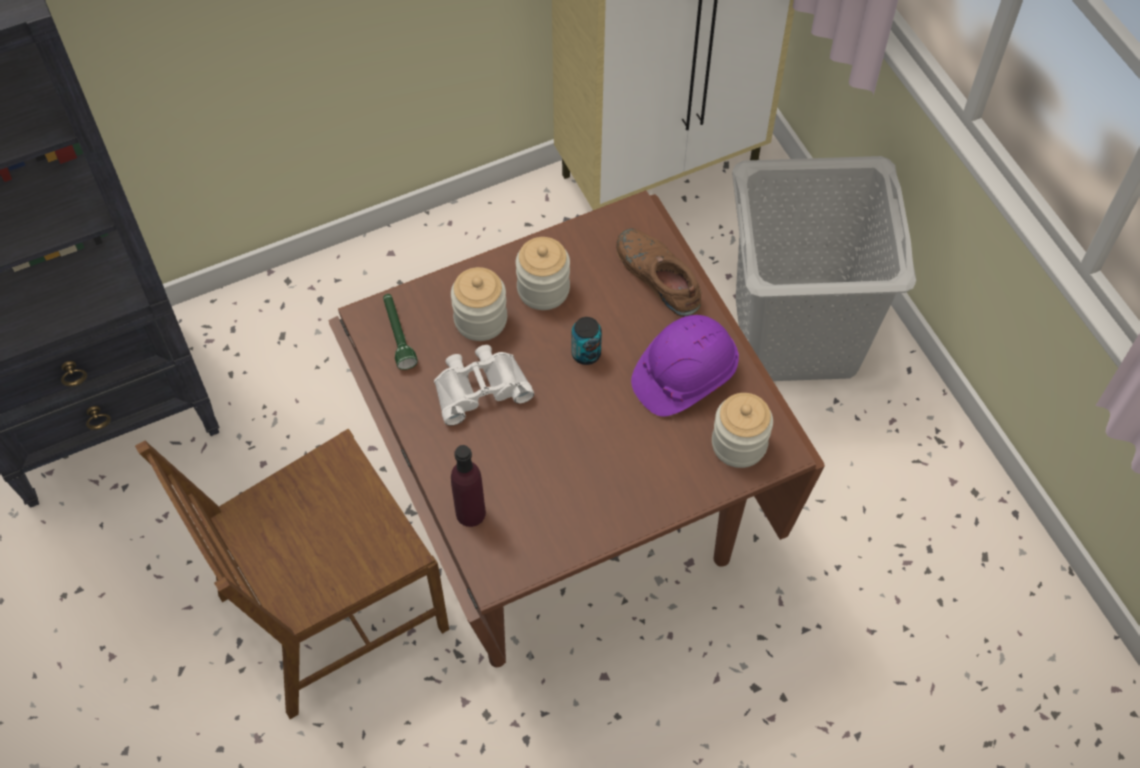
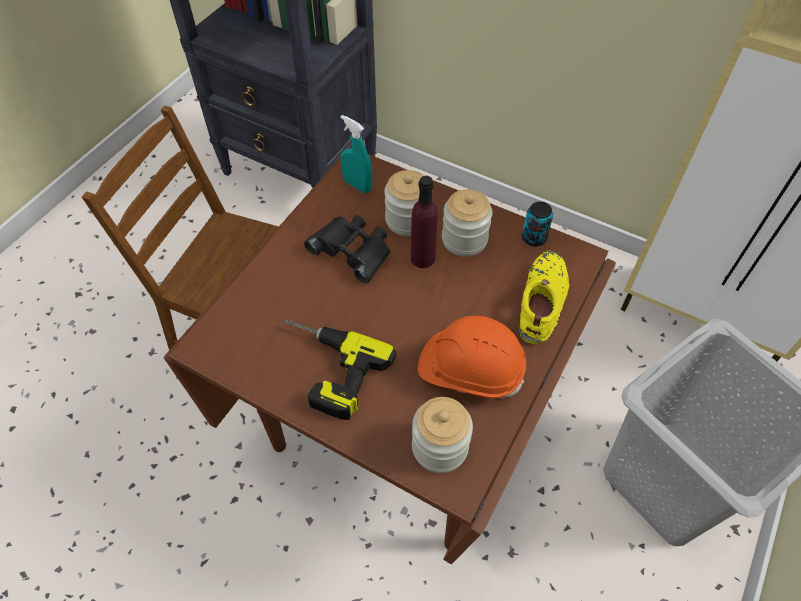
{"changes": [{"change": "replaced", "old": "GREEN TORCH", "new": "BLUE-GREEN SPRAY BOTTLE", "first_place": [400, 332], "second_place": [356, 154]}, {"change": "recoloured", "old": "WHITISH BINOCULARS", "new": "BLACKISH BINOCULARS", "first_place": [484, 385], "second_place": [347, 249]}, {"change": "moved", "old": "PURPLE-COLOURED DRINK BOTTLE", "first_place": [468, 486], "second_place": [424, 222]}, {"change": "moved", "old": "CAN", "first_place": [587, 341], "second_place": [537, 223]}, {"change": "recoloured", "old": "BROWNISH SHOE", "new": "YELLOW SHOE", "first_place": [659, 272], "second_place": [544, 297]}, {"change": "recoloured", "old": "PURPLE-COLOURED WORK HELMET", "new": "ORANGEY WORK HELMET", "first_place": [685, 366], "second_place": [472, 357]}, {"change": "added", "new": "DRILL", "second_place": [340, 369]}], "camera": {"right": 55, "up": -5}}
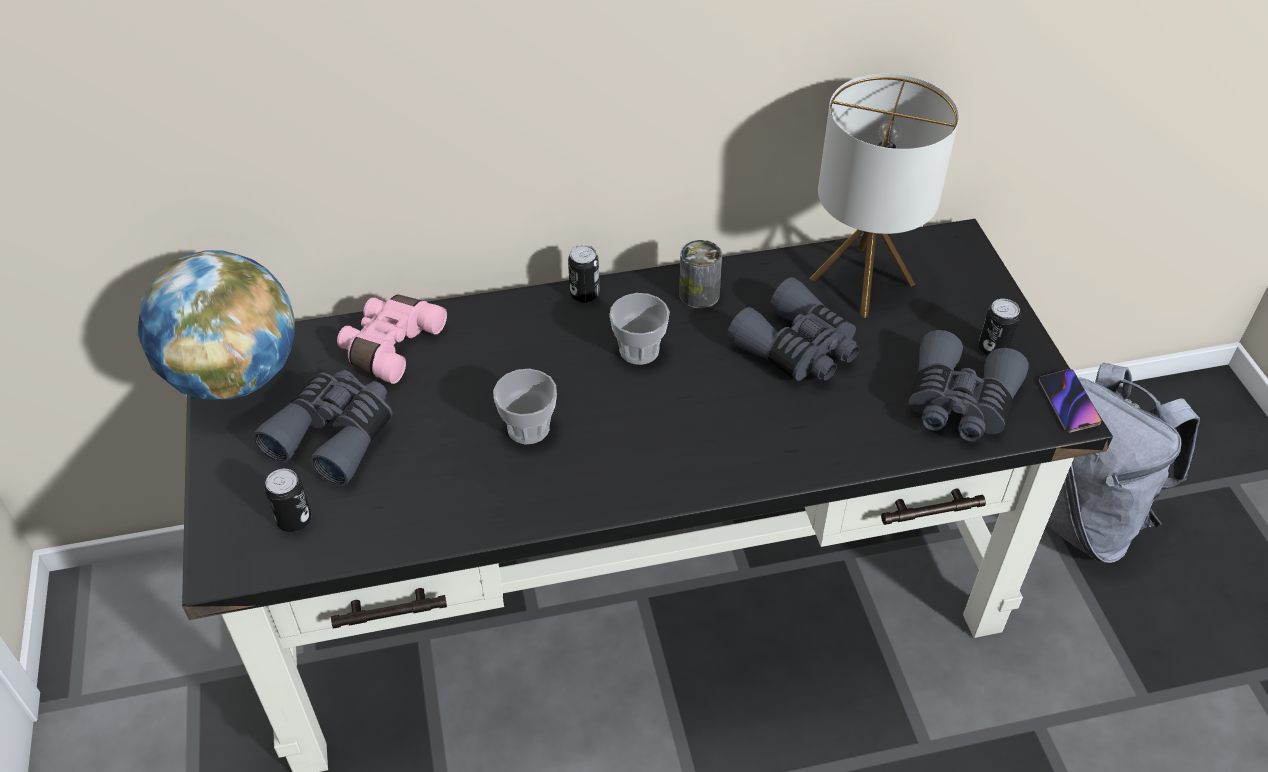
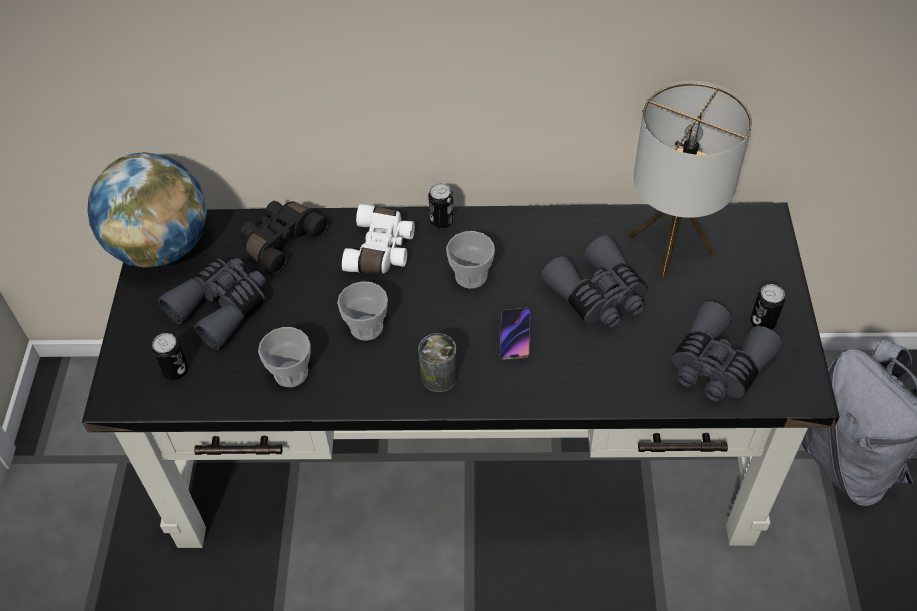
{"changes": [{"change": "recoloured", "old": "PINK-COLOURED BINOCULARS", "new": "BLACKISH BINOCULARS", "first_place": [392, 339], "second_place": [284, 237]}, {"change": "moved", "old": "CAN", "first_place": [700, 274], "second_place": [438, 362]}, {"change": "moved", "old": "PHONE", "first_place": [1070, 401], "second_place": [515, 334]}, {"change": "added", "new": "SMALL CUP", "second_place": [284, 357]}, {"change": "added", "new": "WHITISH BINOCULARS", "second_place": [378, 239]}], "camera": {"right": 15, "up": 5}}
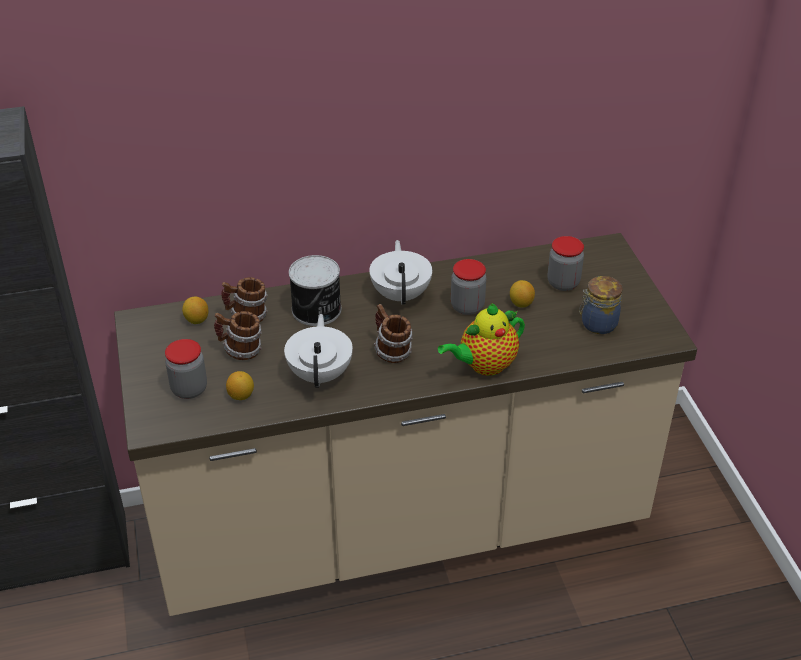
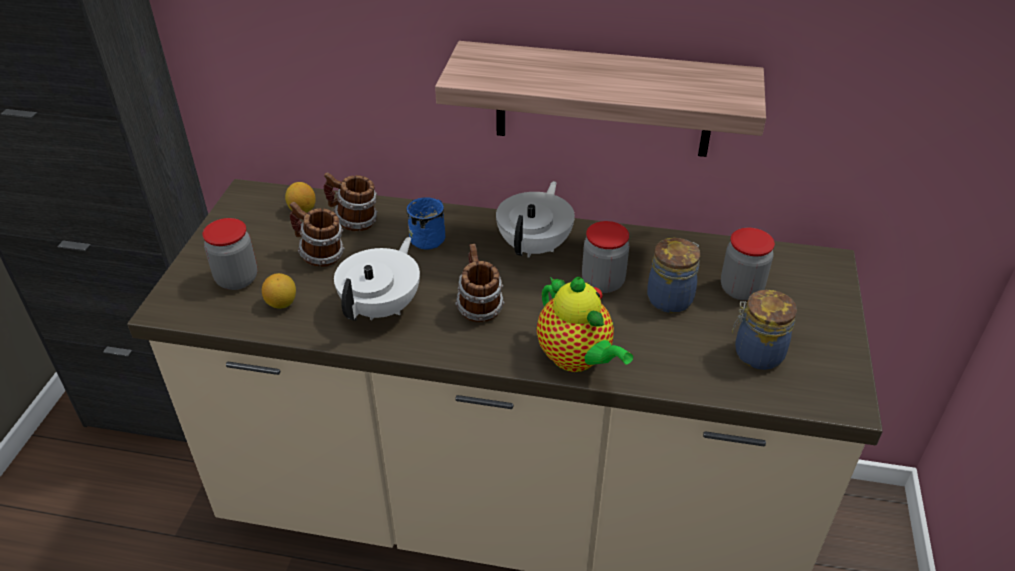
{"changes": [{"change": "replaced", "old": "CAN", "new": "BLUE-COLOURED COFFEE MUG", "first_place": [315, 290], "second_place": [425, 223]}, {"change": "turned", "old": "TEAPOT", "first_place": [481, 339], "second_place": [585, 324], "degrees": -120}, {"change": "replaced", "old": "LEMON", "new": "JAR", "first_place": [522, 294], "second_place": [673, 275]}, {"change": "added", "new": "WALL SHELF", "second_place": [600, 99]}], "camera": {"right": 25, "up": 0}}
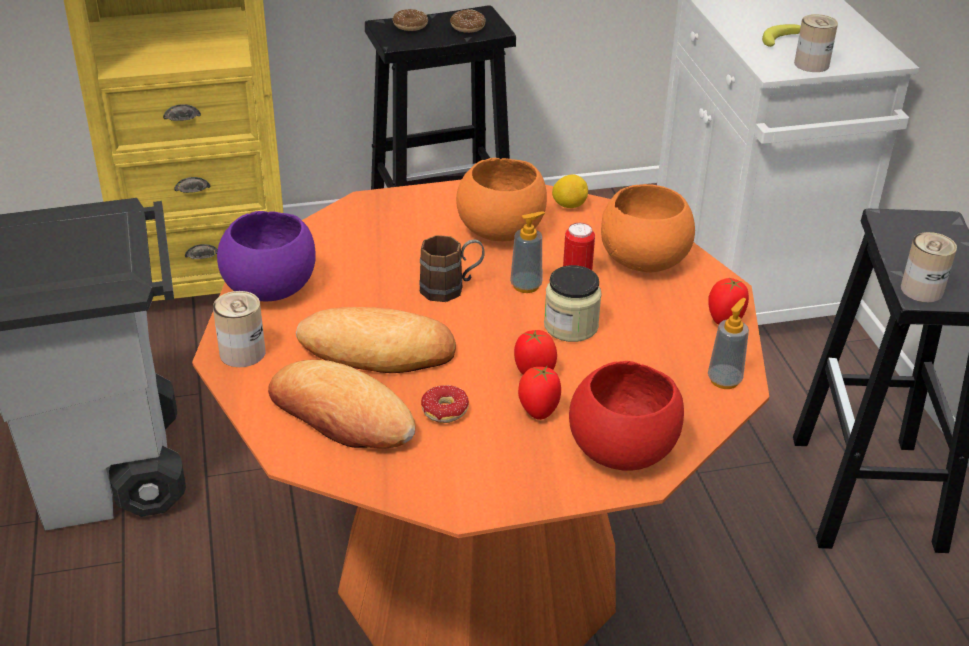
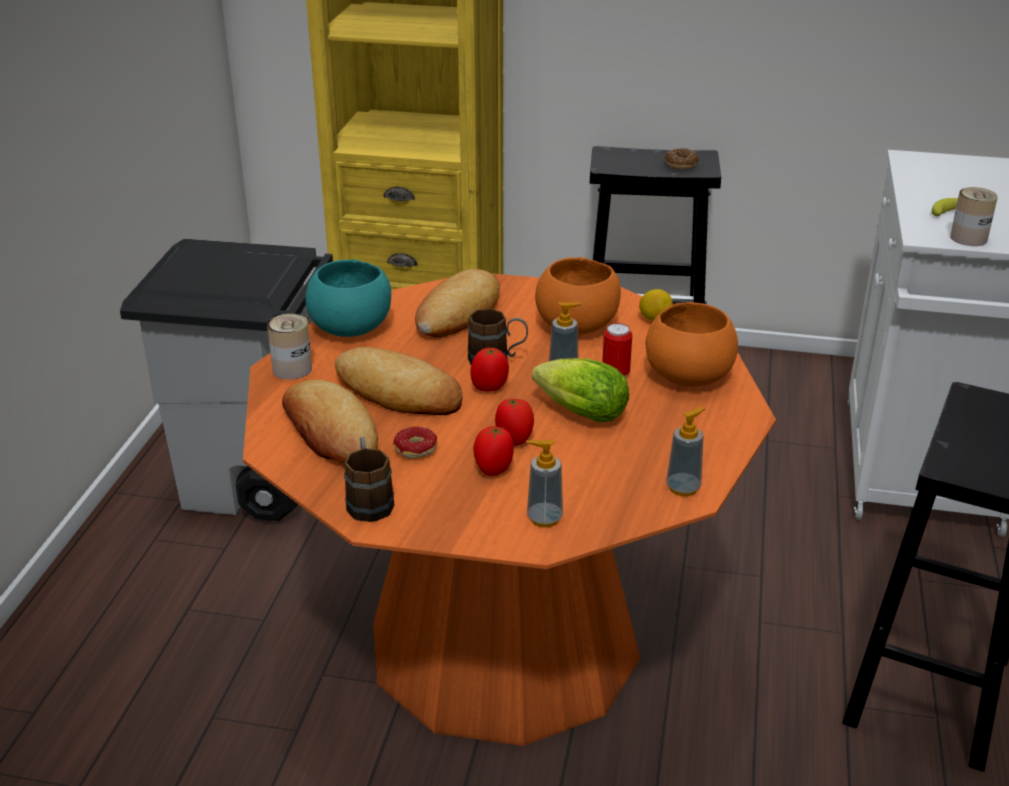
{"changes": [{"change": "recoloured", "old": "PURPLE-COLOURED BOWL", "new": "BLUE-GREEN BOWL", "first_place": [266, 256], "second_place": [348, 298]}, {"change": "removed", "old": "RING DOUGHNUT", "first_place": [410, 20]}, {"change": "replaced", "old": "JAR", "new": "HEAD OF LETTUCE", "first_place": [573, 303], "second_place": [580, 390]}, {"change": "replaced", "old": "REDDISH BOWL", "new": "SOAP BOTTLE", "first_place": [626, 416], "second_place": [545, 483]}, {"change": "moved", "old": "WHOLE TOMATO", "first_place": [728, 301], "second_place": [489, 370]}, {"change": "removed", "old": "CAN", "first_place": [929, 267]}, {"change": "added", "new": "BROWNISH COFFEE MUG", "second_place": [369, 479]}, {"change": "added", "new": "BAKERY BREAD", "second_place": [457, 303]}], "camera": {"right": 25, "up": -5}}
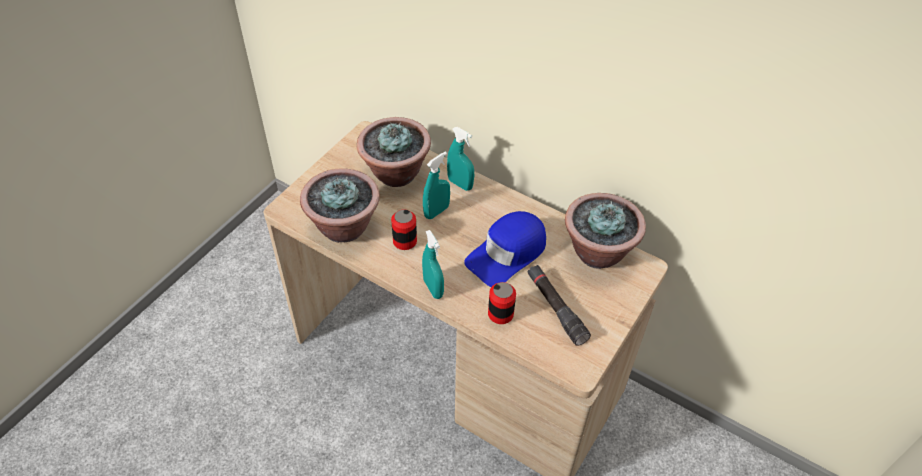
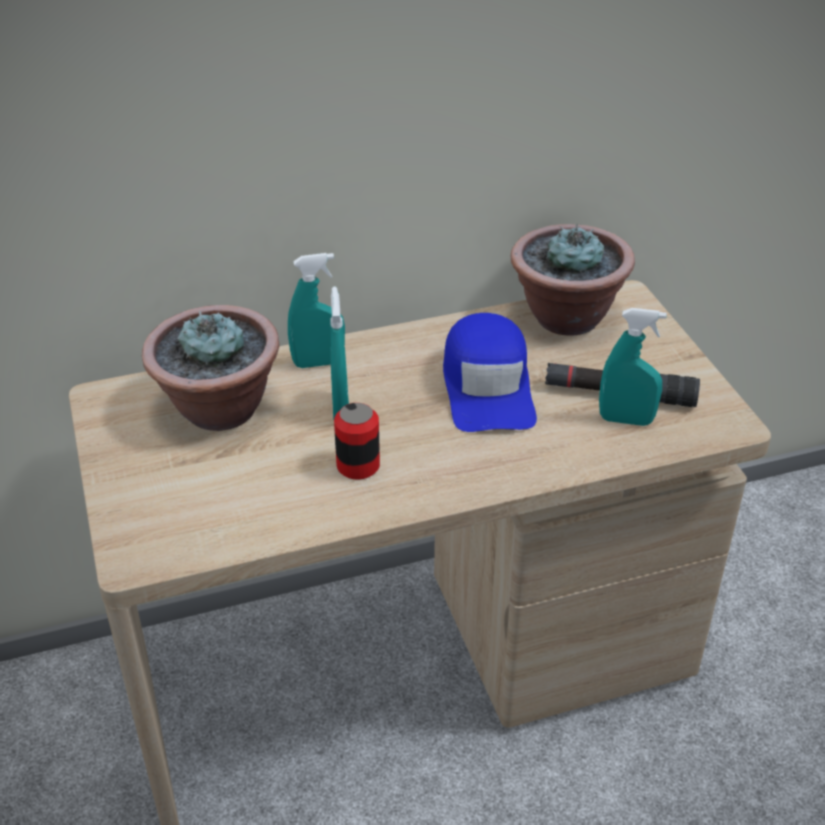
{"changes": [{"change": "removed", "old": "HOUSEPLANT", "first_place": [340, 206]}, {"change": "moved", "old": "BLUE-GREEN SPRAY BOTTLE", "first_place": [433, 264], "second_place": [633, 367]}, {"change": "removed", "old": "CAN", "first_place": [502, 303]}], "camera": {"right": -50, "up": -10}}
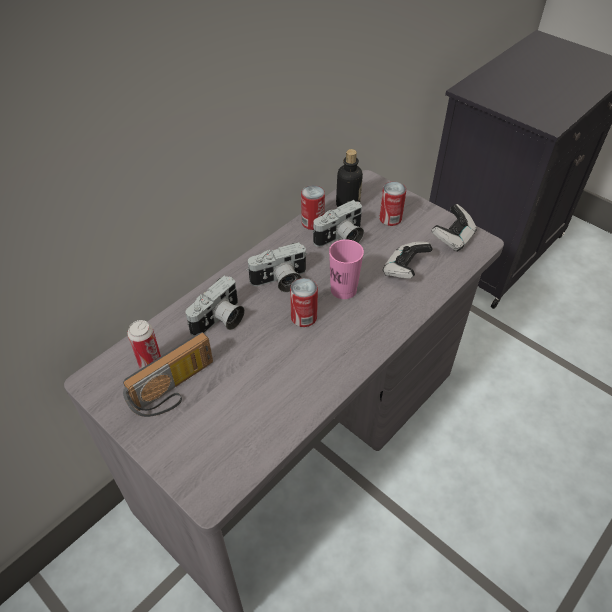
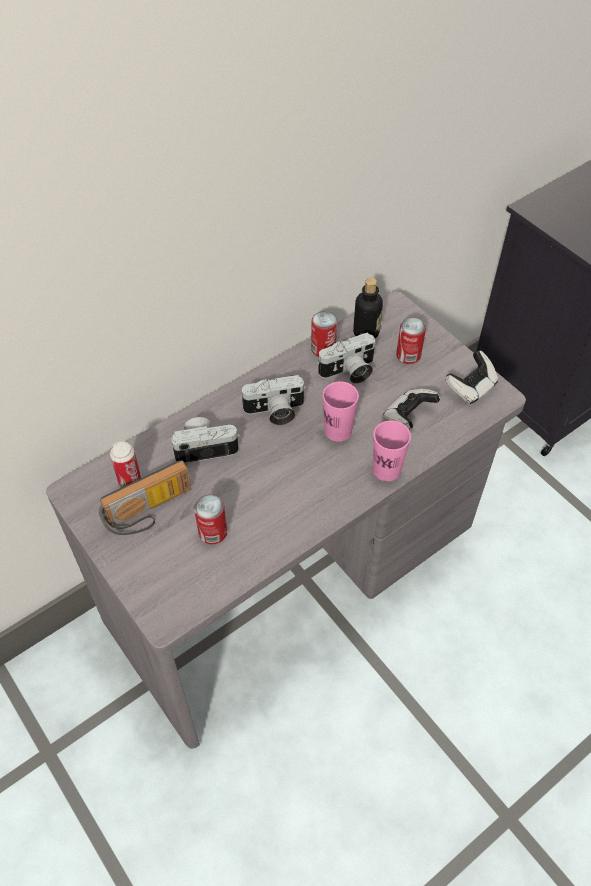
{"changes": [{"change": "turned", "old": "STILL CAMERA", "first_place": [215, 306], "second_place": [205, 440], "degrees": -150}, {"change": "moved", "old": "CAN", "first_place": [304, 302], "second_place": [210, 519]}, {"change": "added", "new": "PINK-COLOURED SMALL CUP", "second_place": [392, 451]}], "camera": {"right": 10, "up": 5}}
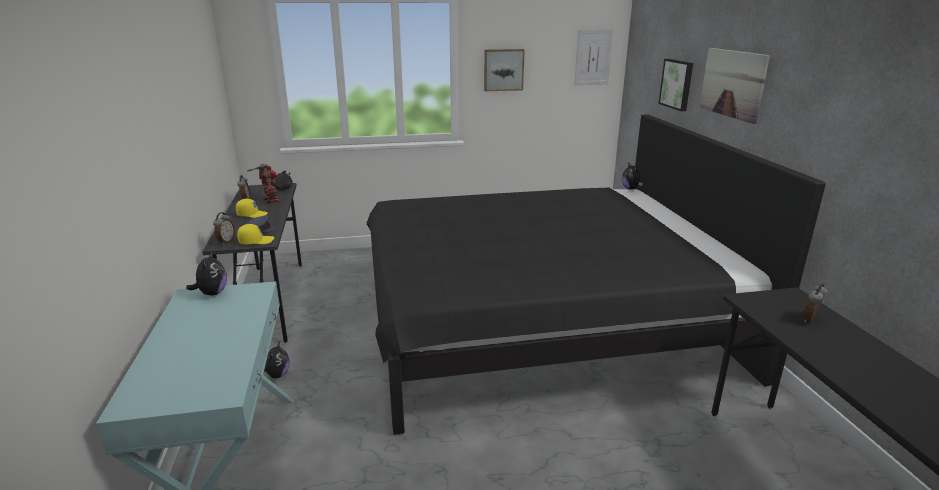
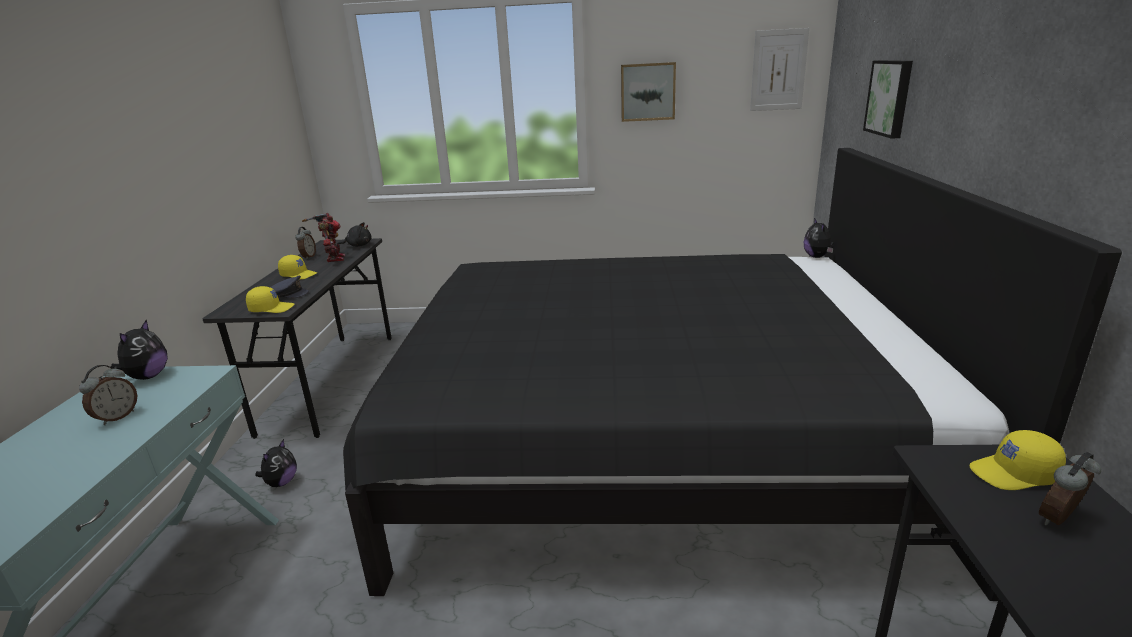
{"changes": [{"change": "moved", "old": "BEDSIDE CLOCK", "first_place": [224, 228], "second_place": [108, 395]}, {"change": "removed", "old": "WALL PICTURE", "first_place": [734, 86]}, {"change": "added", "new": "YELLOW PEAKED CAP", "second_place": [1018, 460]}], "camera": {"right": 15, "up": 0}}
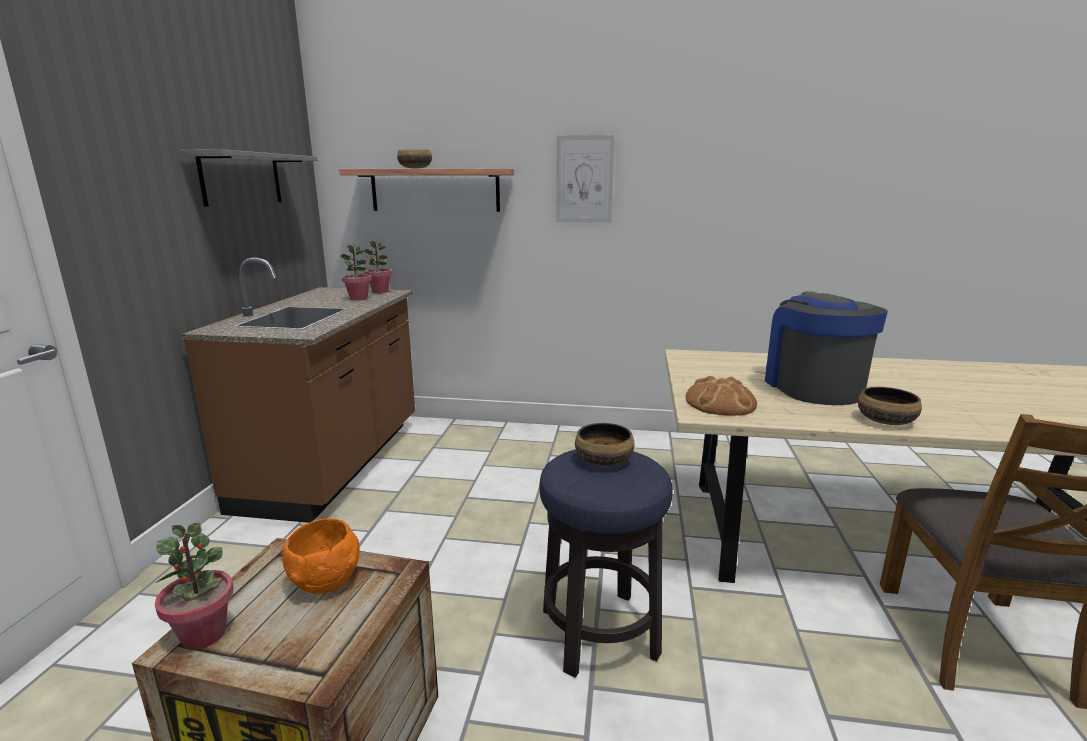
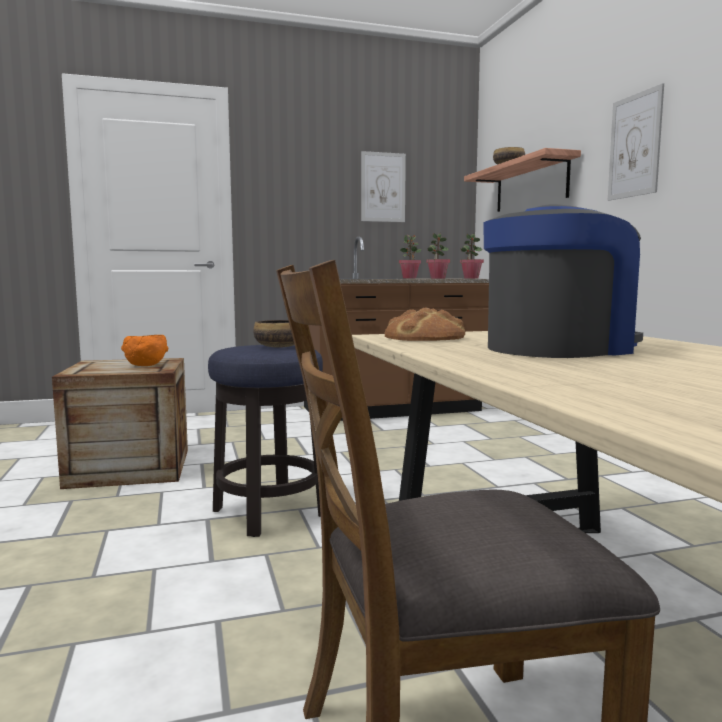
{"changes": [{"change": "moved", "old": "HOUSEPLANT", "first_place": [194, 586], "second_place": [410, 256]}, {"change": "replaced", "old": "GREY WALL SHELF", "new": "WALL PICTURE", "first_place": [248, 178], "second_place": [383, 186]}, {"change": "removed", "old": "BOWL", "first_place": [890, 406]}], "camera": {"right": 65, "up": -10}}
